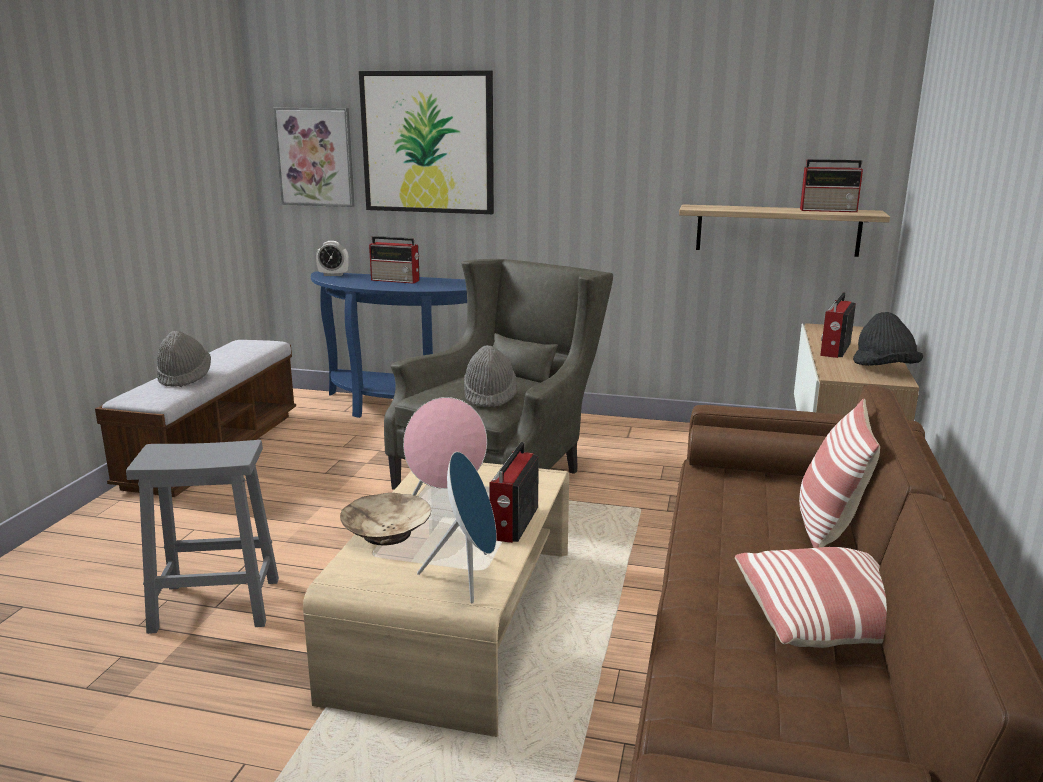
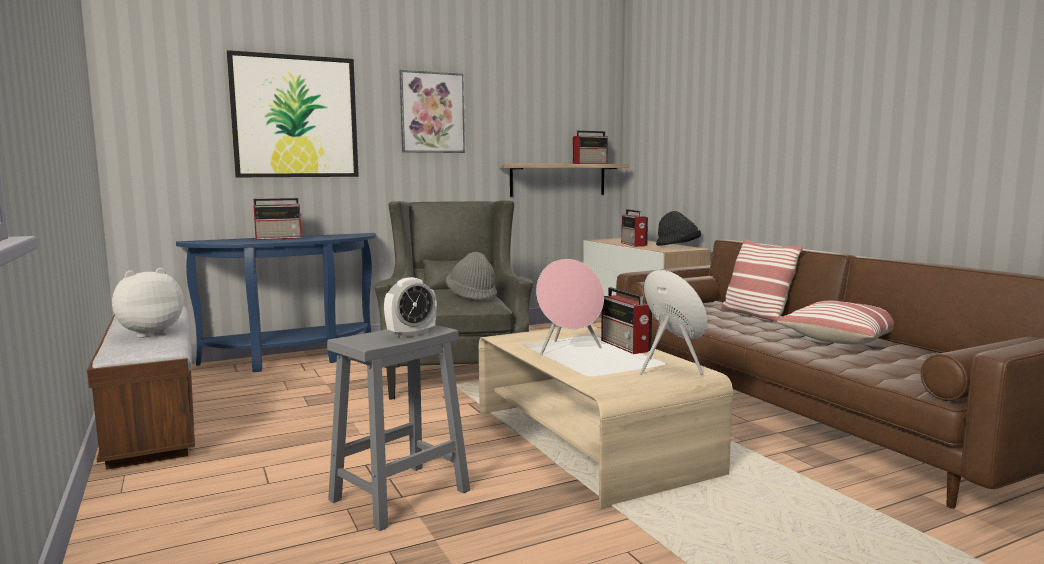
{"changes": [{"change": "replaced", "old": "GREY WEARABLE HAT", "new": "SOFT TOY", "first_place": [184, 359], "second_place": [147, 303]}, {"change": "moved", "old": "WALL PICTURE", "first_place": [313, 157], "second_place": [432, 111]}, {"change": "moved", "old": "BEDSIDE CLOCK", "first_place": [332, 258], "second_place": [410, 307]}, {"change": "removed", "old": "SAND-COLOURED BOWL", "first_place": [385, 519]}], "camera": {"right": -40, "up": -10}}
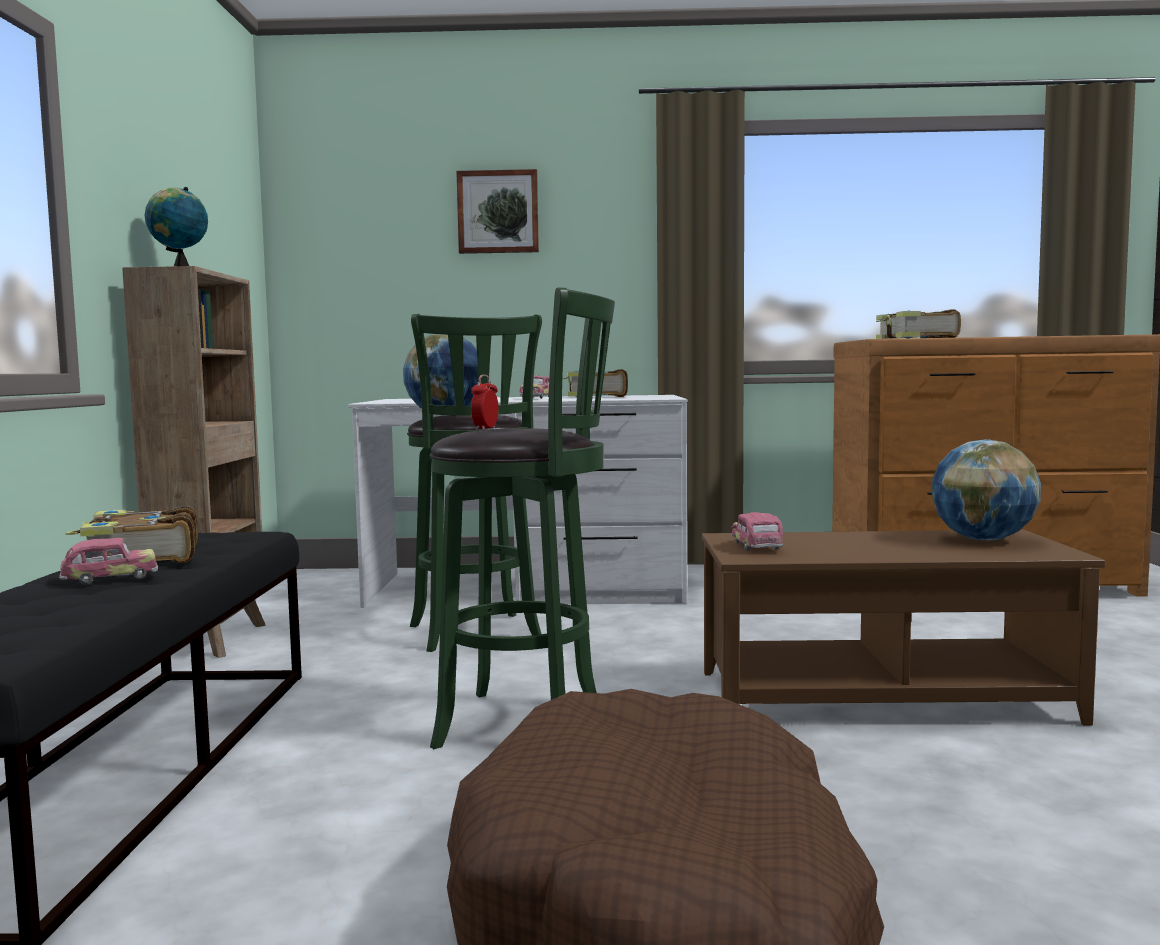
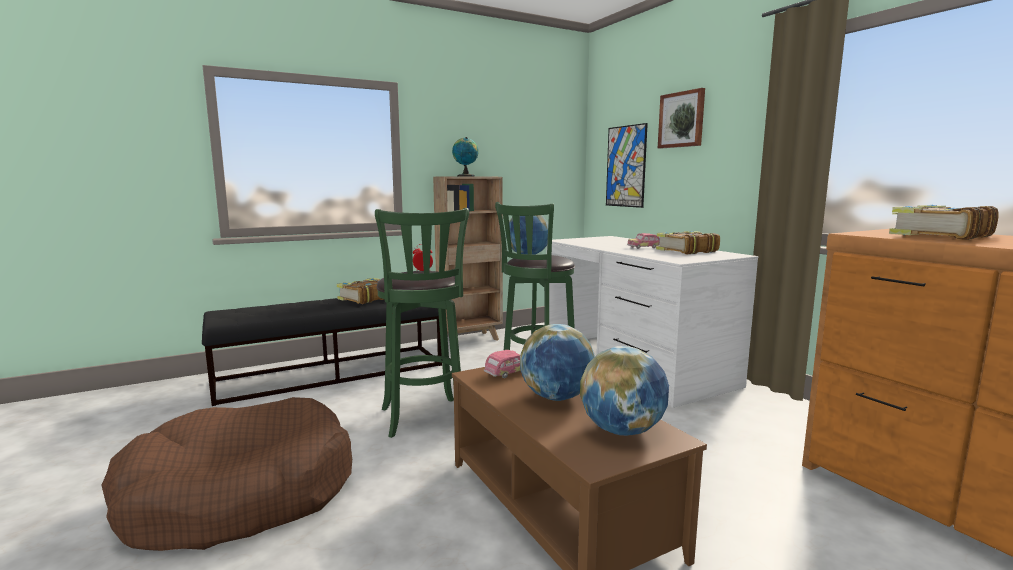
{"changes": [{"change": "removed", "old": "MODEL CAR", "first_place": [108, 561]}, {"change": "added", "new": "GLOBE", "second_place": [557, 362]}, {"change": "added", "new": "WALL PICTURE", "second_place": [627, 165]}], "camera": {"right": 60, "up": 5}}
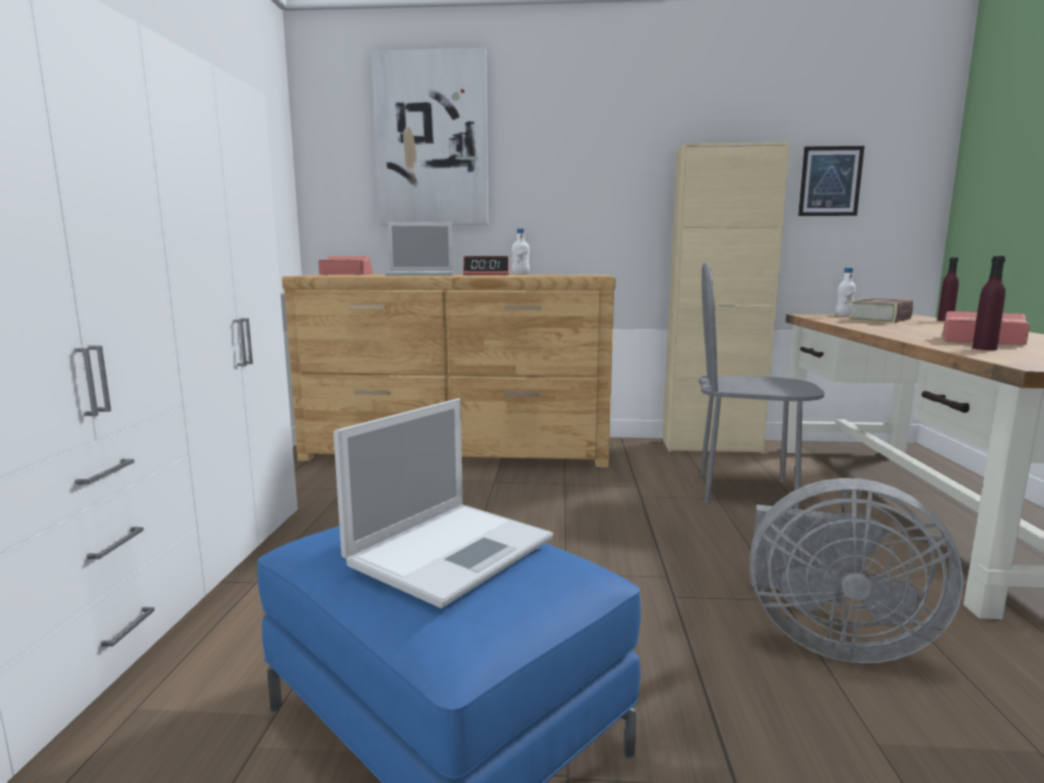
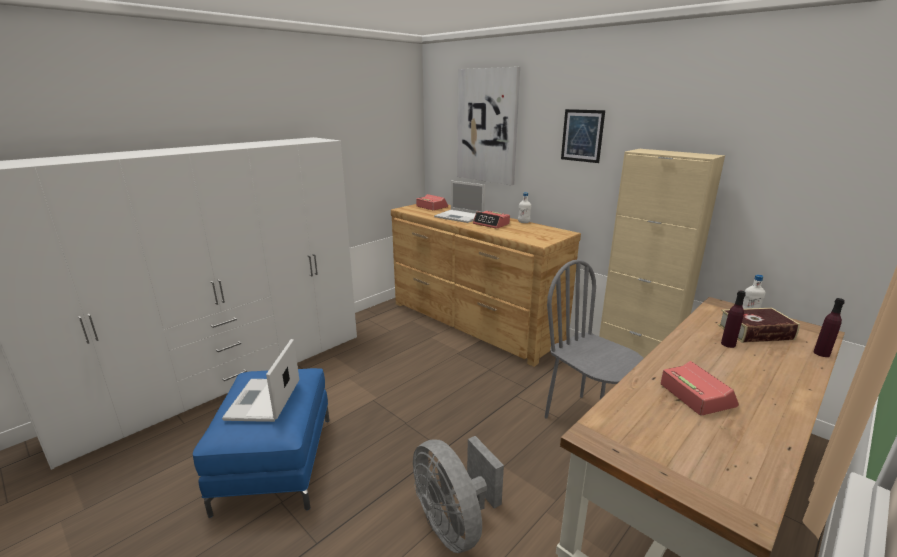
{"changes": [{"change": "turned", "old": "LAPTOP", "first_place": [443, 503], "second_place": [260, 380], "degrees": 105}, {"change": "moved", "old": "WALL PICTURE", "first_place": [831, 181], "second_place": [583, 136]}, {"change": "moved", "old": "PURPLE-COLOURED DRINK BOTTLE", "first_place": [989, 303], "second_place": [733, 319]}], "camera": {"right": 40, "up": 10}}
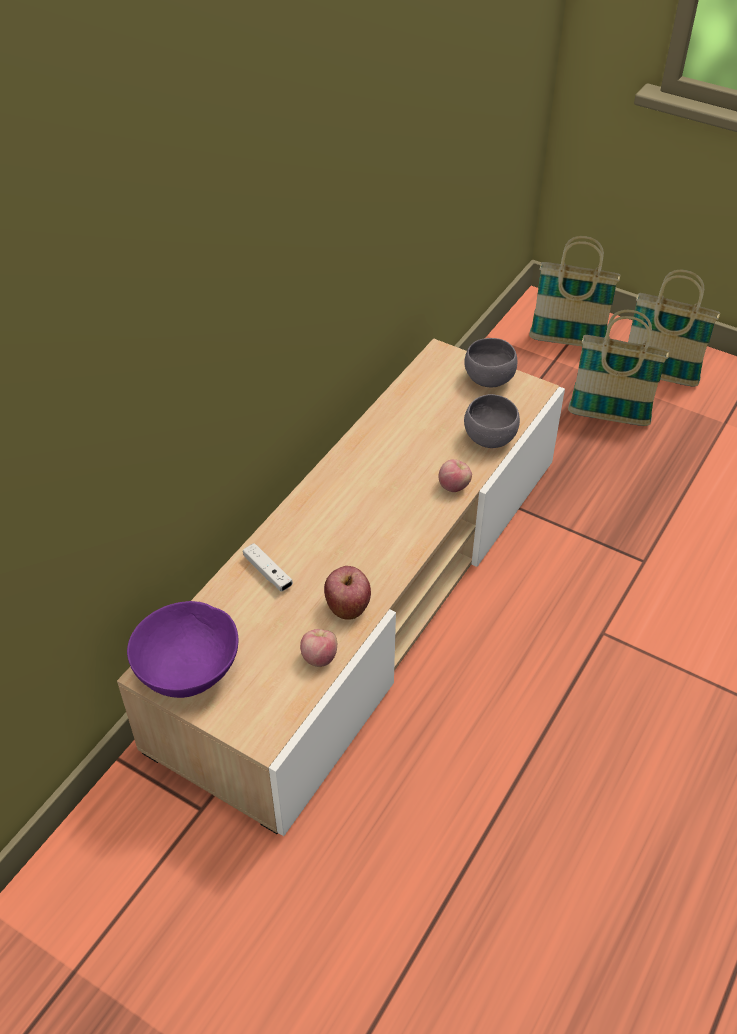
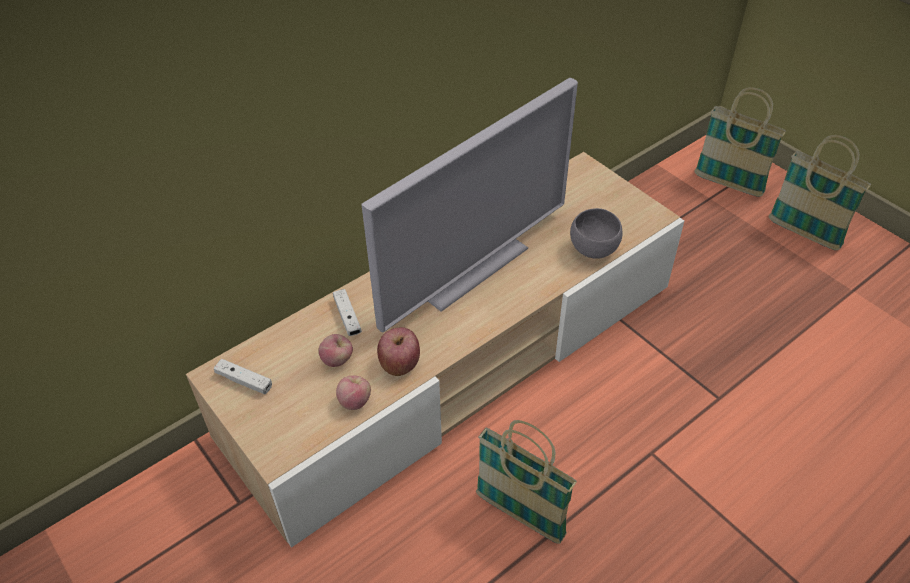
{"changes": [{"change": "replaced", "old": "PURPLE-COLOURED BOWL", "new": "WHITISH GAMEPAD", "first_place": [182, 649], "second_place": [243, 376]}, {"change": "moved", "old": "APPLE", "first_place": [455, 475], "second_place": [336, 350]}, {"change": "removed", "old": "GREY BOWL", "first_place": [490, 363]}, {"change": "moved", "old": "BASKET", "first_place": [618, 368], "second_place": [526, 482]}, {"change": "added", "new": "TELEVISION", "second_place": [469, 205]}], "camera": {"right": 20, "up": 0}}
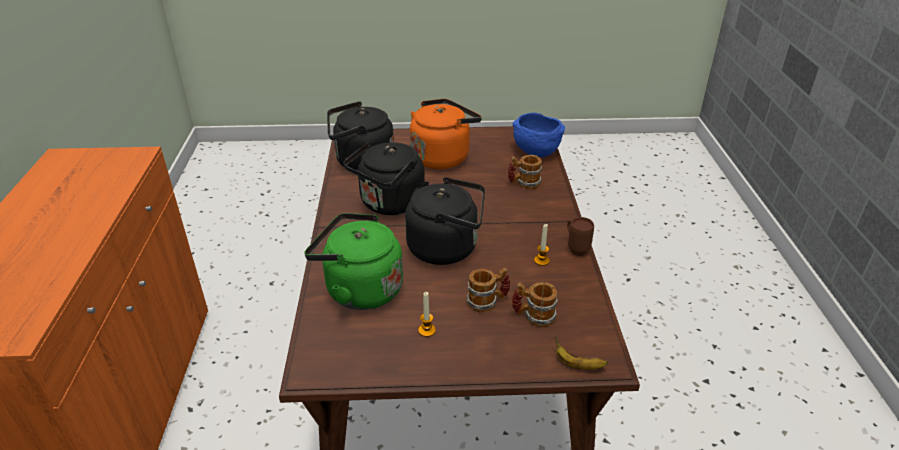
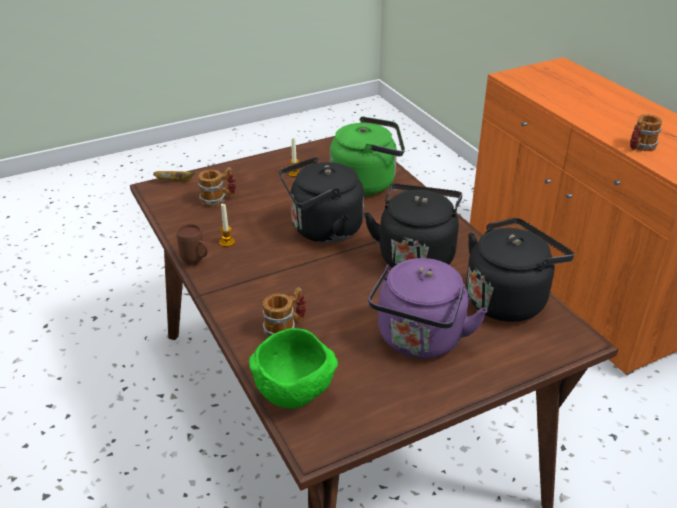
{"changes": [{"change": "recoloured", "old": "ORANGEY WATER KETTLE", "new": "PURPLE-COLOURED WATER KETTLE", "first_place": [446, 134], "second_place": [428, 308]}, {"change": "moved", "old": "COFFEE MUG", "first_place": [488, 290], "second_place": [646, 132]}, {"change": "recoloured", "old": "BLUE-COLOURED BOWL", "new": "GREEN BOWL", "first_place": [538, 134], "second_place": [293, 368]}], "camera": {"right": 155, "up": 0}}
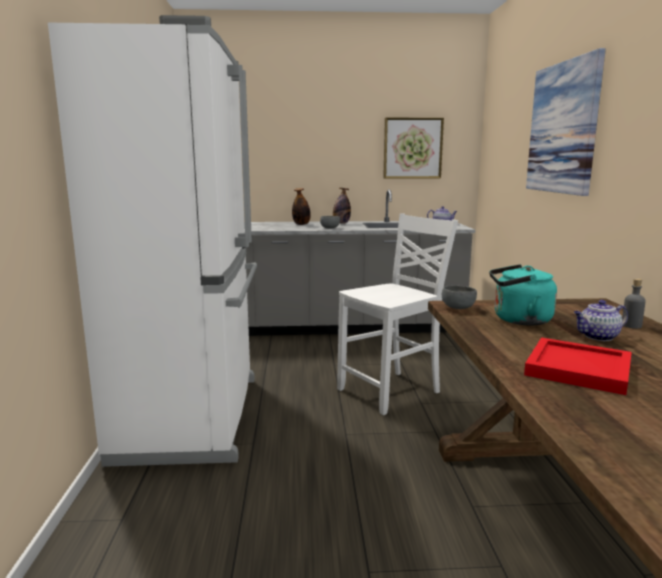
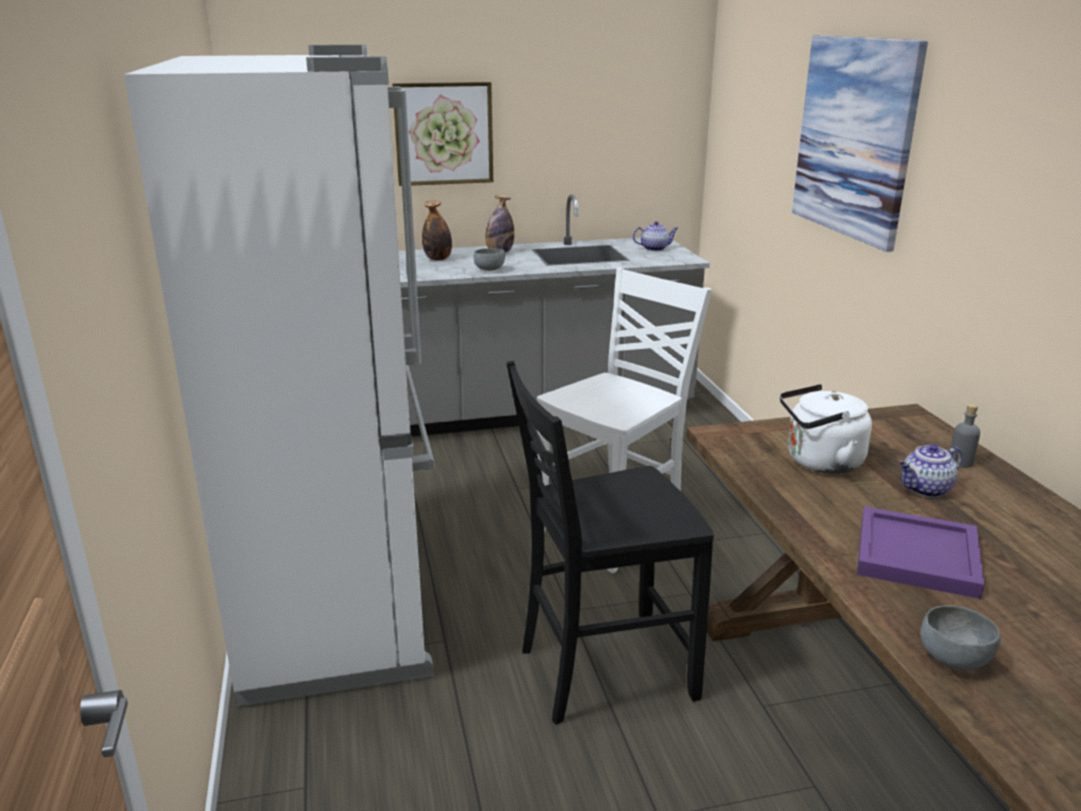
{"changes": [{"change": "moved", "old": "WALL PICTURE", "first_place": [413, 148], "second_place": [442, 134]}, {"change": "moved", "old": "GREY BOWL", "first_place": [459, 297], "second_place": [960, 637]}, {"change": "recoloured", "old": "BLUE-GREEN WATER KETTLE", "new": "WHITISH WATER KETTLE", "first_place": [523, 294], "second_place": [826, 429]}, {"change": "recoloured", "old": "REDDISH CARRYING TRAY", "new": "PURPLE-COLOURED CARRYING TRAY", "first_place": [578, 366], "second_place": [921, 552]}, {"change": "added", "new": "BLACKISH PLAIN CHAIR", "second_place": [610, 543]}], "camera": {"right": -10, "up": 10}}
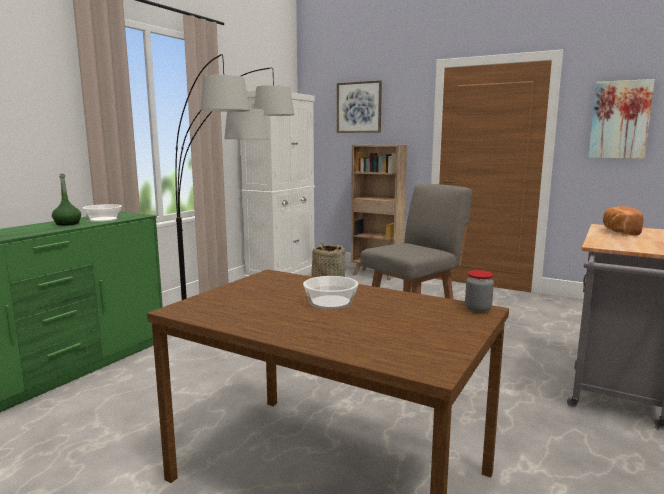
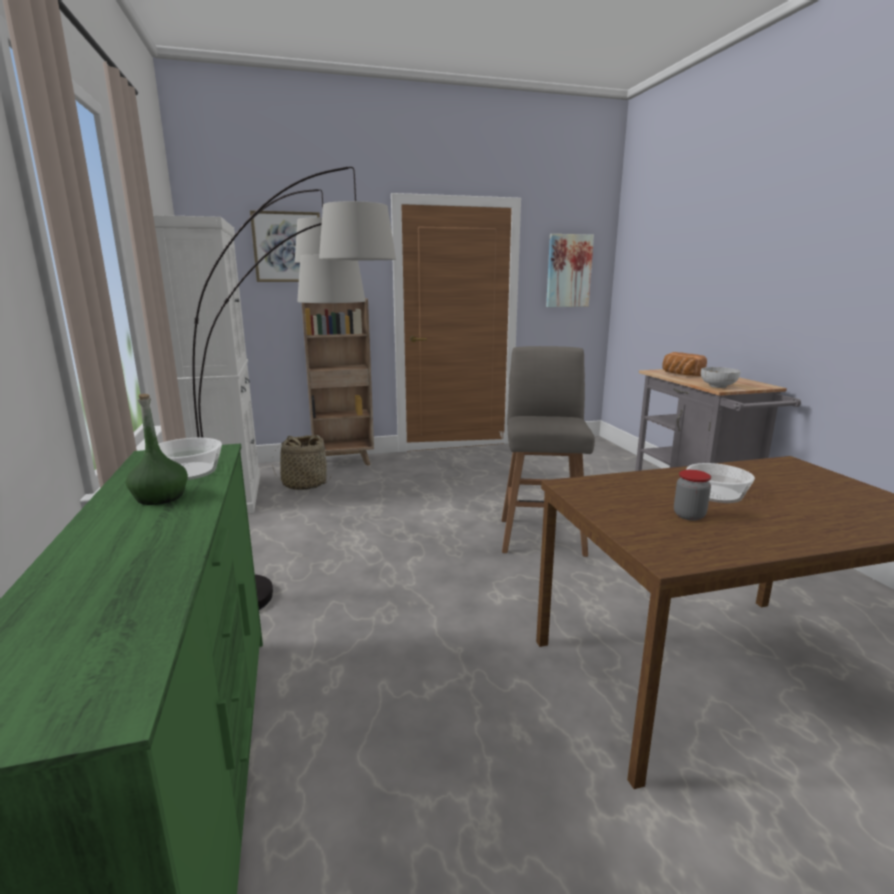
{"changes": [{"change": "moved", "old": "JAR", "first_place": [479, 291], "second_place": [692, 495]}, {"change": "added", "new": "BOWL", "second_place": [721, 377]}], "camera": {"right": -45, "up": 5}}
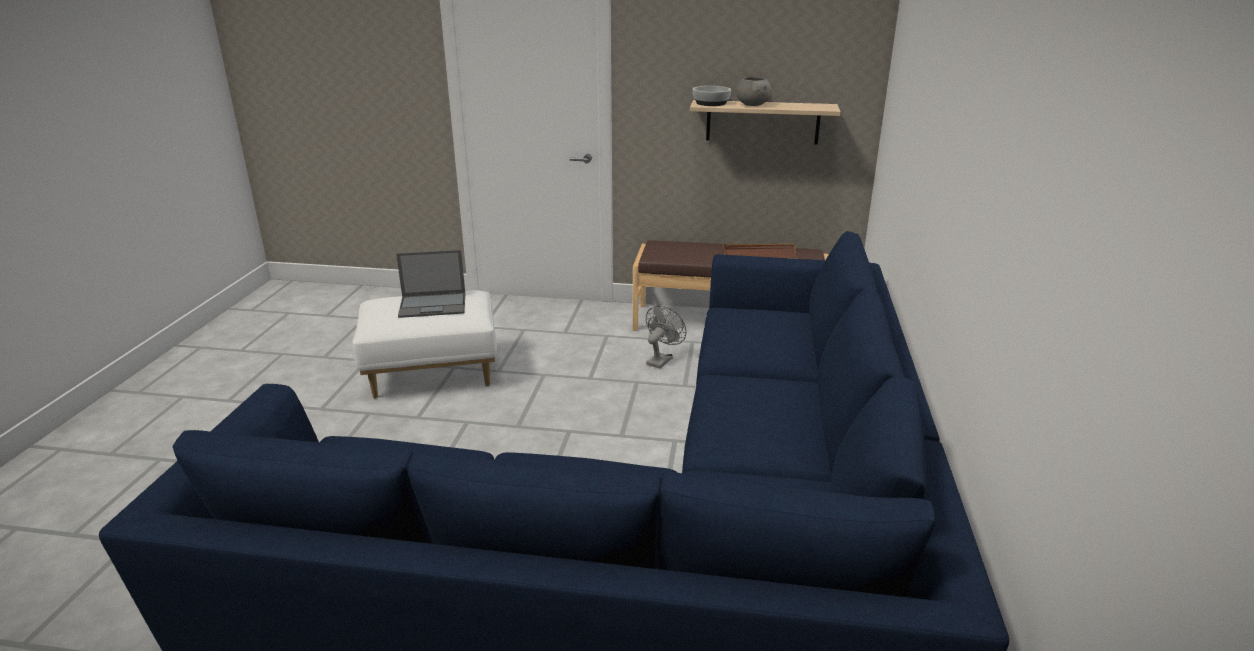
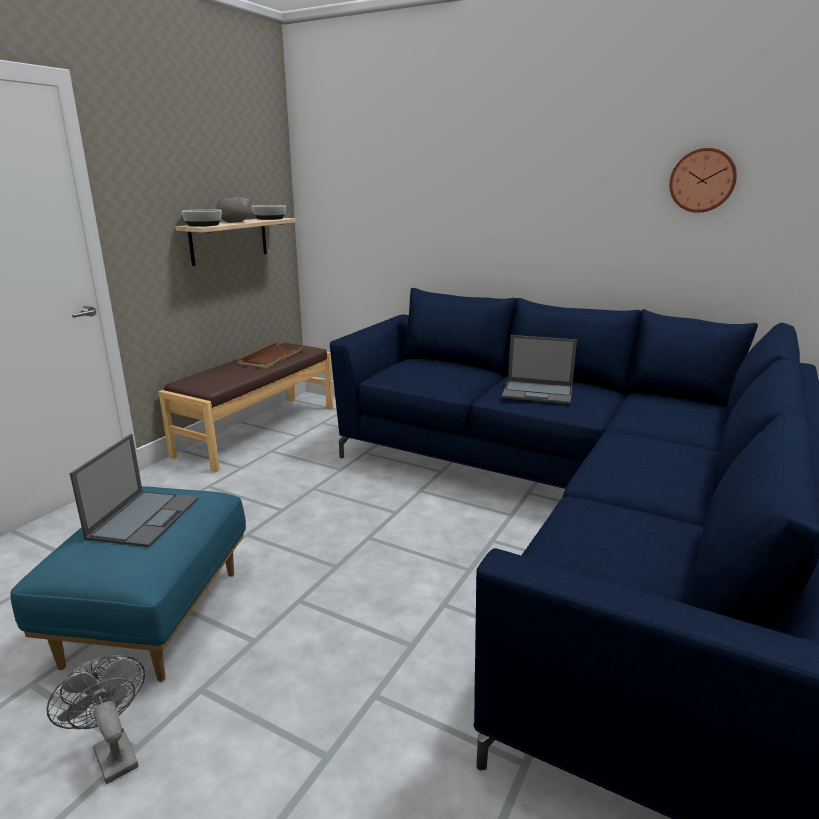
{"changes": [{"change": "recoloured", "old": "WHITISH POUFFE", "new": "BLUE-COLOURED POUFFE", "first_place": [424, 344], "second_place": [128, 584]}, {"change": "moved", "old": "GREY FAN", "first_place": [666, 337], "second_place": [96, 719]}, {"change": "added", "new": "BOWL", "second_place": [269, 212]}, {"change": "added", "new": "LAPTOP", "second_place": [539, 369]}, {"change": "added", "new": "CLOCK ON THE WALL", "second_place": [703, 180]}], "camera": {"right": -70, "up": -5}}
